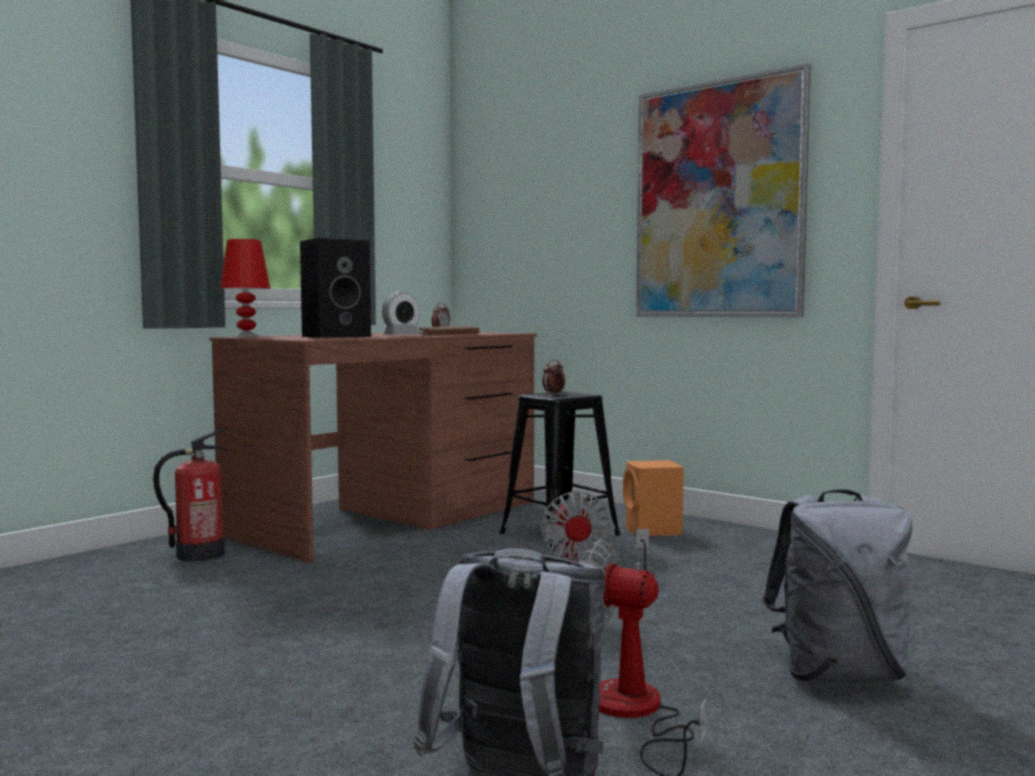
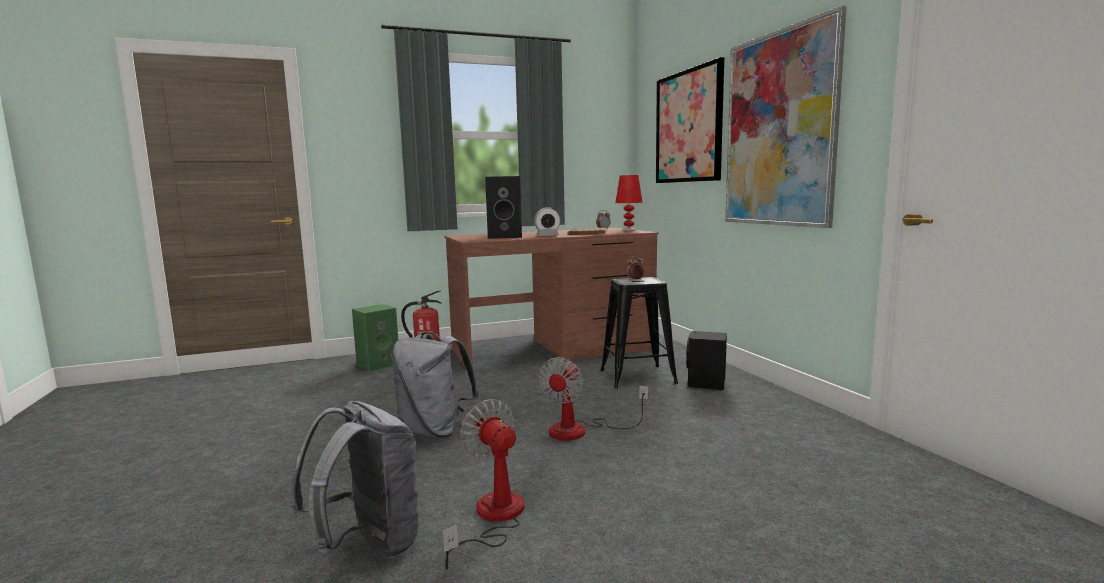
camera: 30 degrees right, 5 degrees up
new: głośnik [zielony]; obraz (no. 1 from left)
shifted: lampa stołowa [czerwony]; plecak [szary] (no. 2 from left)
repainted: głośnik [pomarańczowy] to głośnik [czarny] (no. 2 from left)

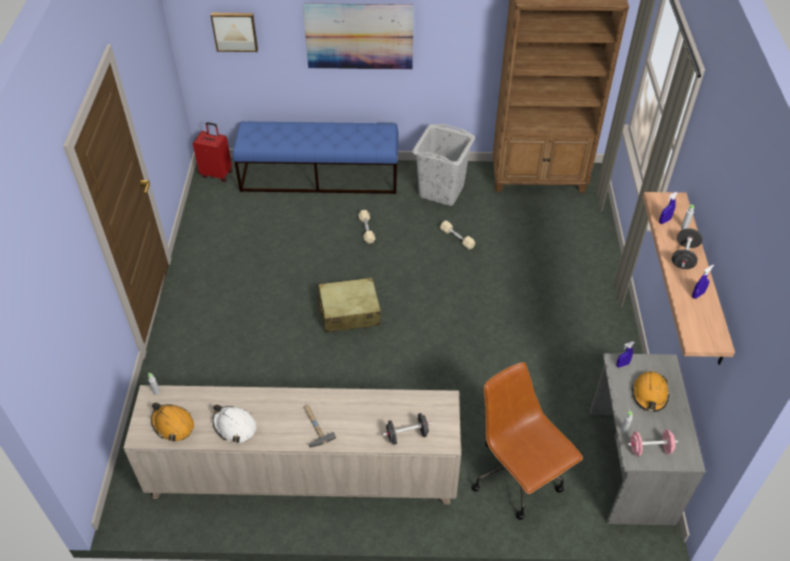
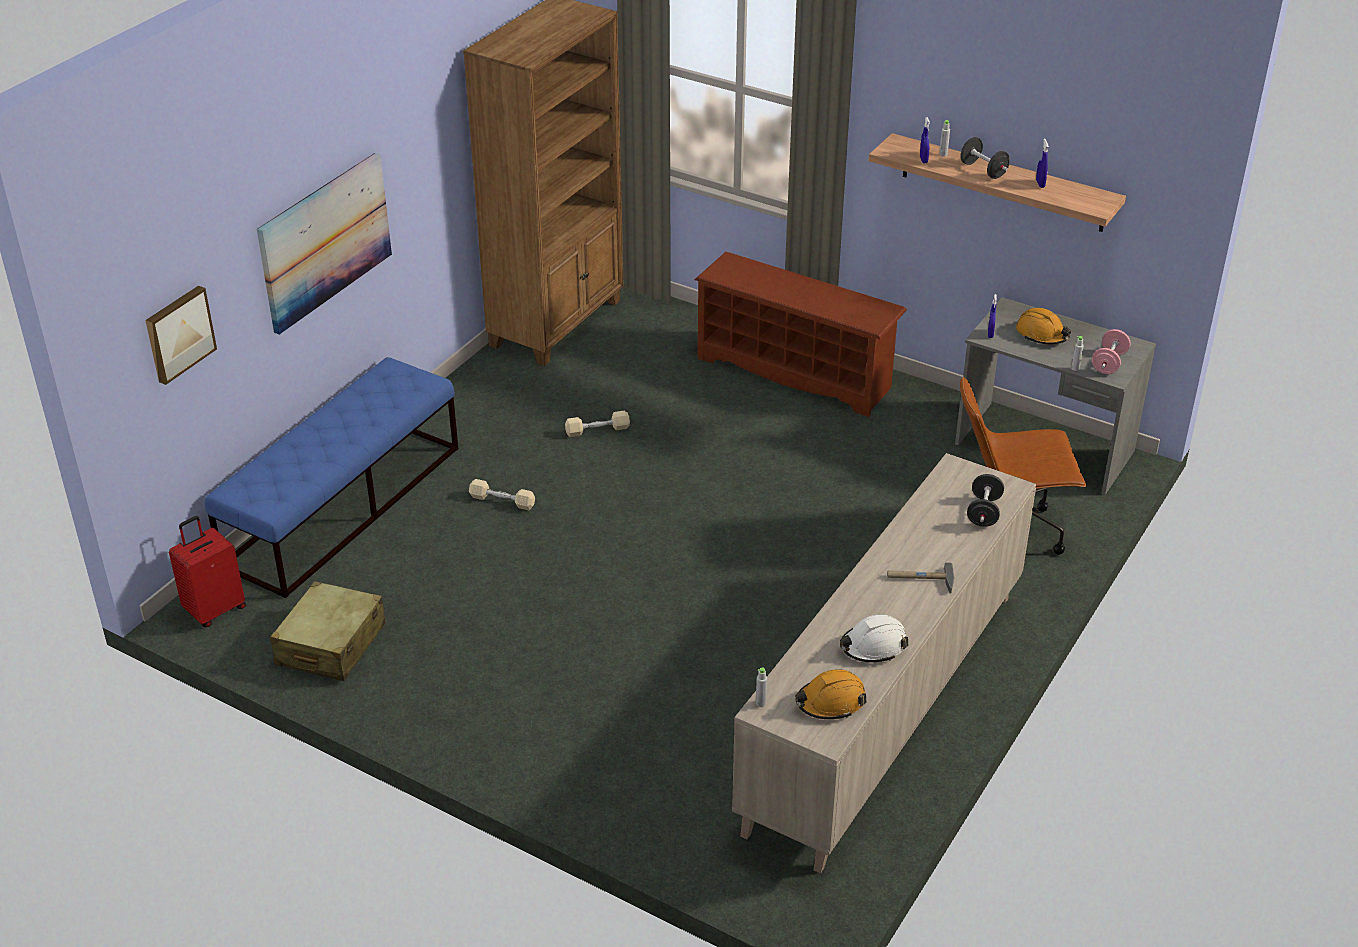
camera: 60 degrees left, 10 degrees down
gone: kosz na pranie [szary]
new: regał na buty [brązowy]
shifted: walizka [beżowy]

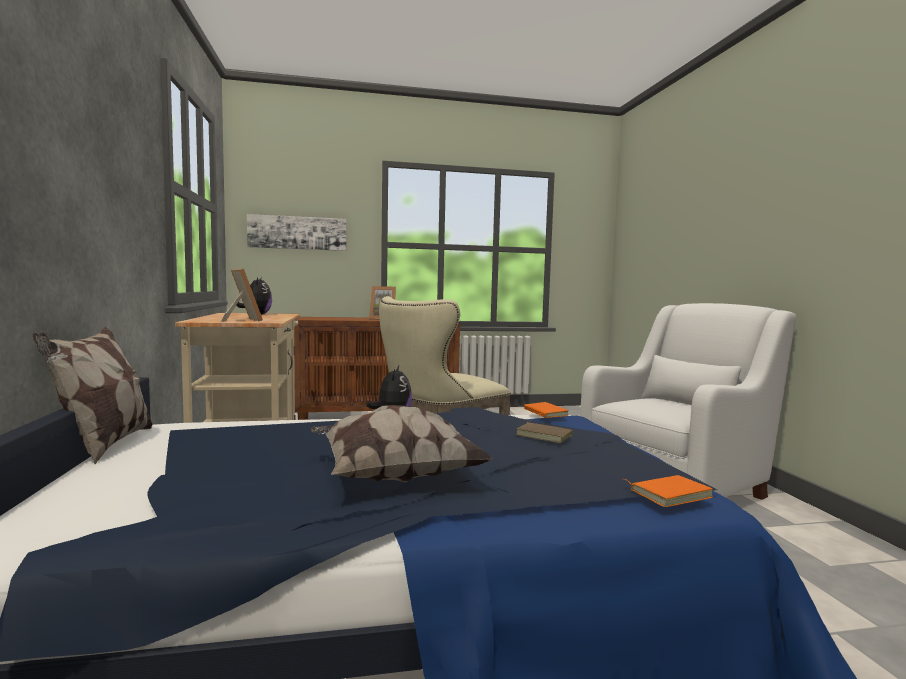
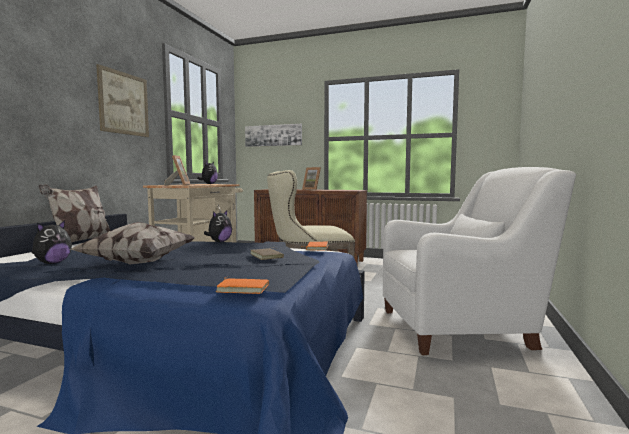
camera: 30 degrees right, 0 degrees up
new: pluszak (no. 1 from left); obraz (no. 1 from left)

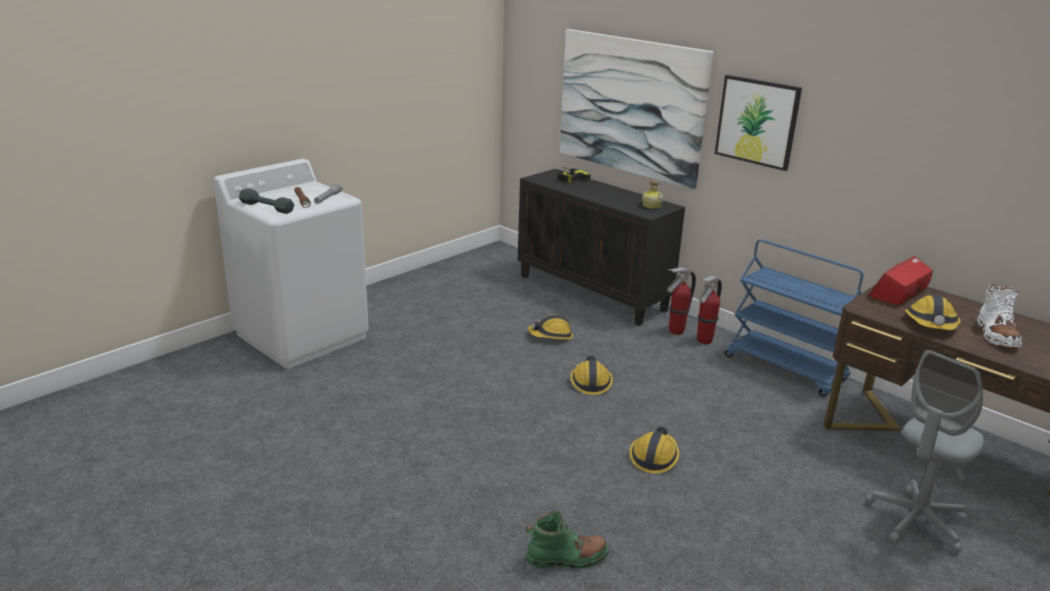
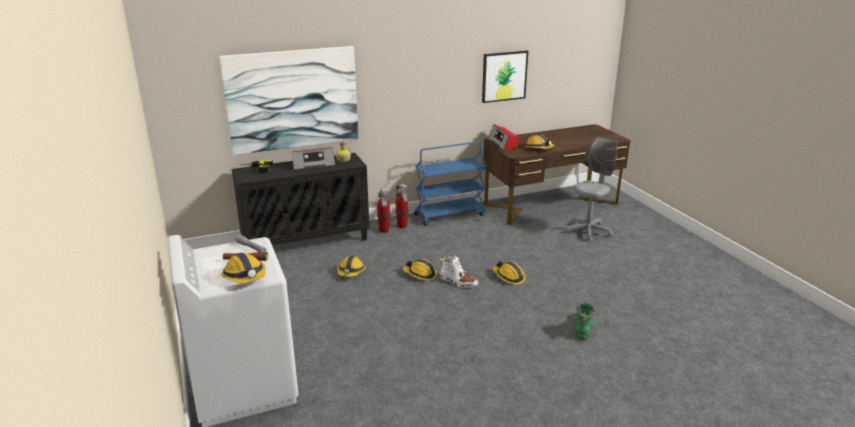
camera: 65 degrees left, 0 degrees up
new: radio (no. 1 from left)
shifted: obraz (no. 2 from left); but z cholewką [biały]
swapped: hantel [szary] to kask (no. 1 from left)
rotated: krzesło biurowe [szary] 120 degrees counterclockwise

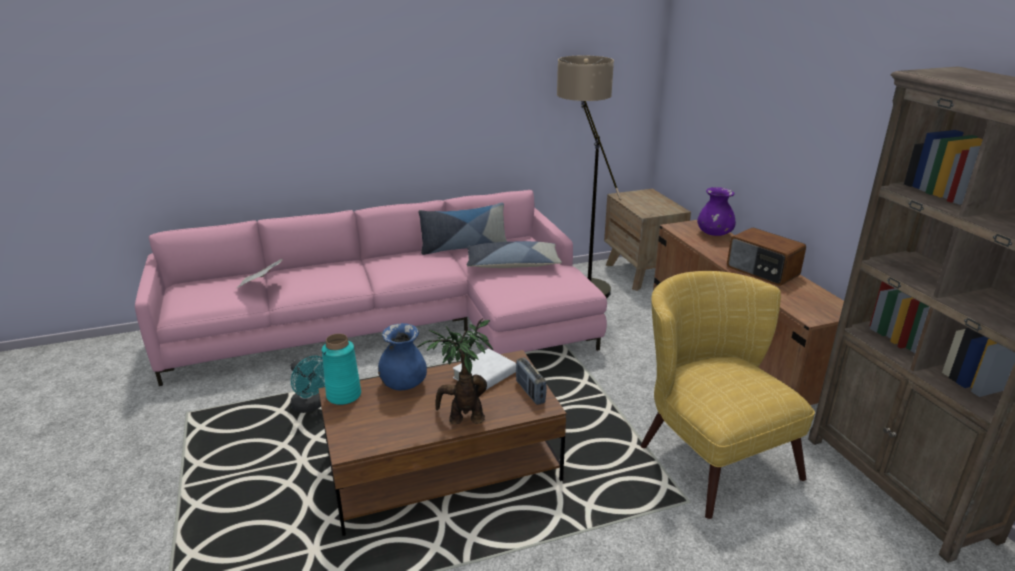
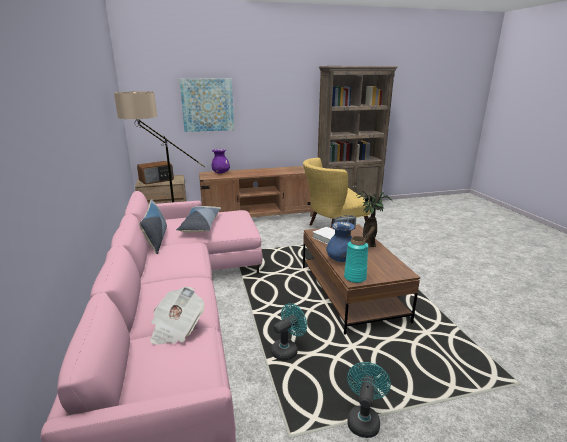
camera: 85 degrees left, 5 degrees down
new: obraz; wentylator [turkusowy] (no. 2 from left)
shifted: radio (no. 2 from left in the first image) to radio (no. 1 from left)

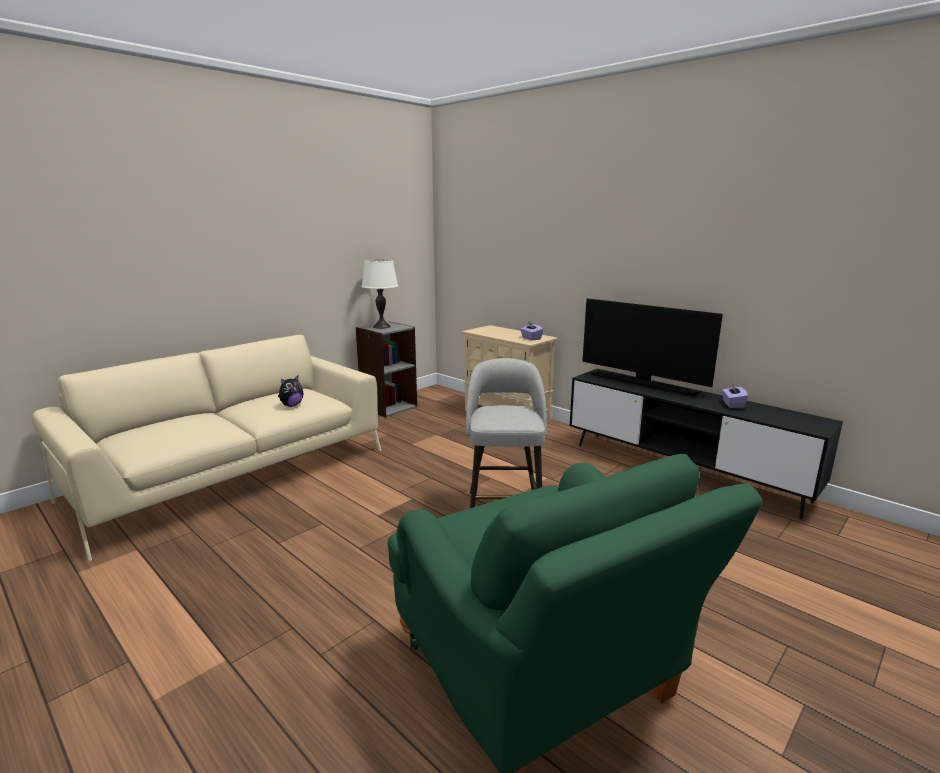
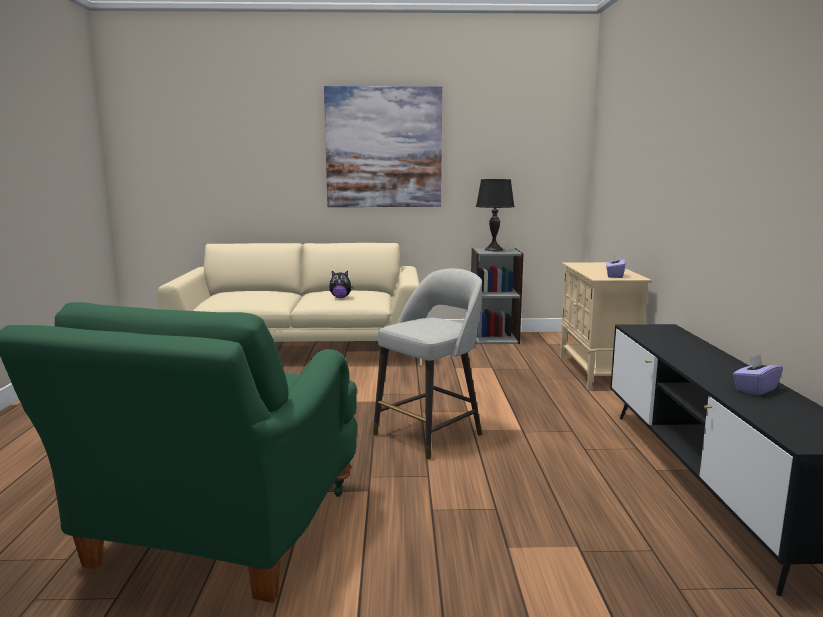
camera: 45 degrees right, 5 degrees down
gone: telewizor
new: obraz
repainted: lampa stołowa [biały] to lampa stołowa [czarny]

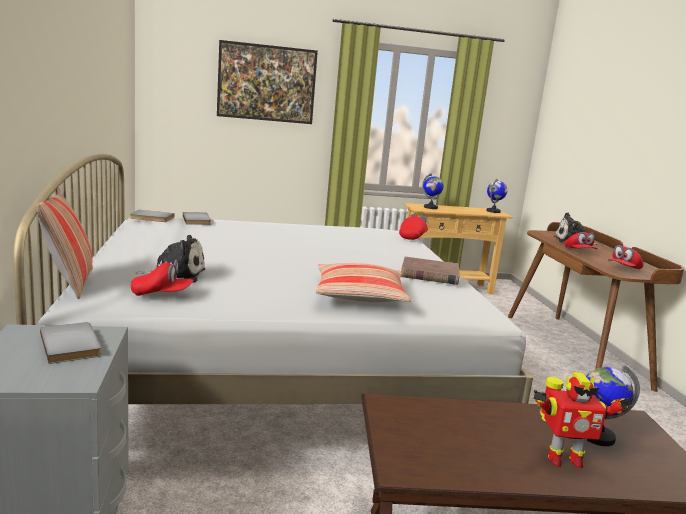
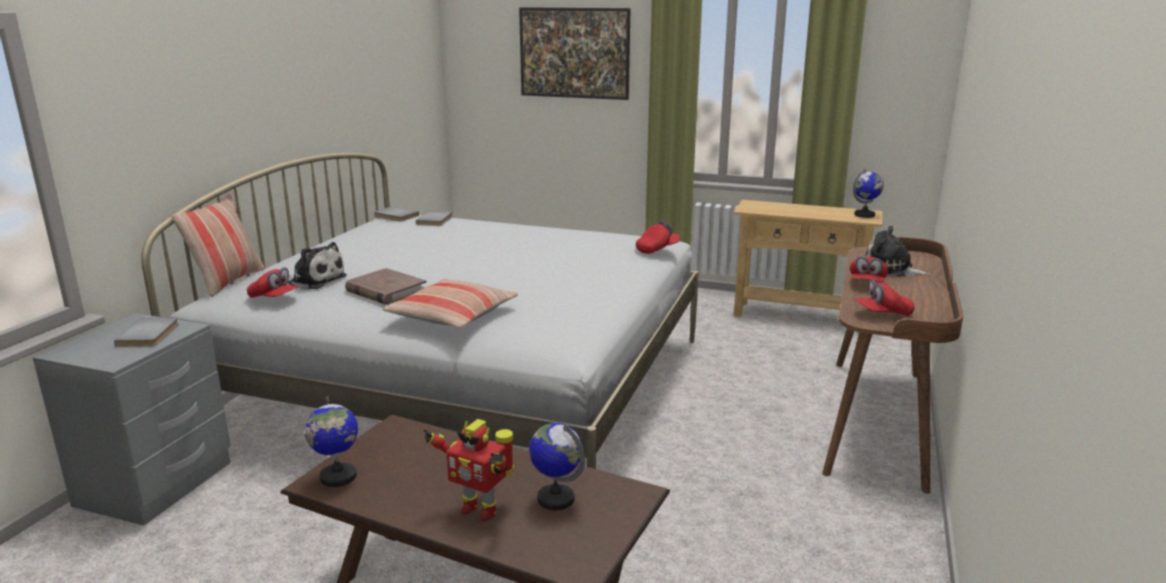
camera: 30 degrees right, 5 degrees up
shifted: książka [brązowy]; globus (no. 1 from left)

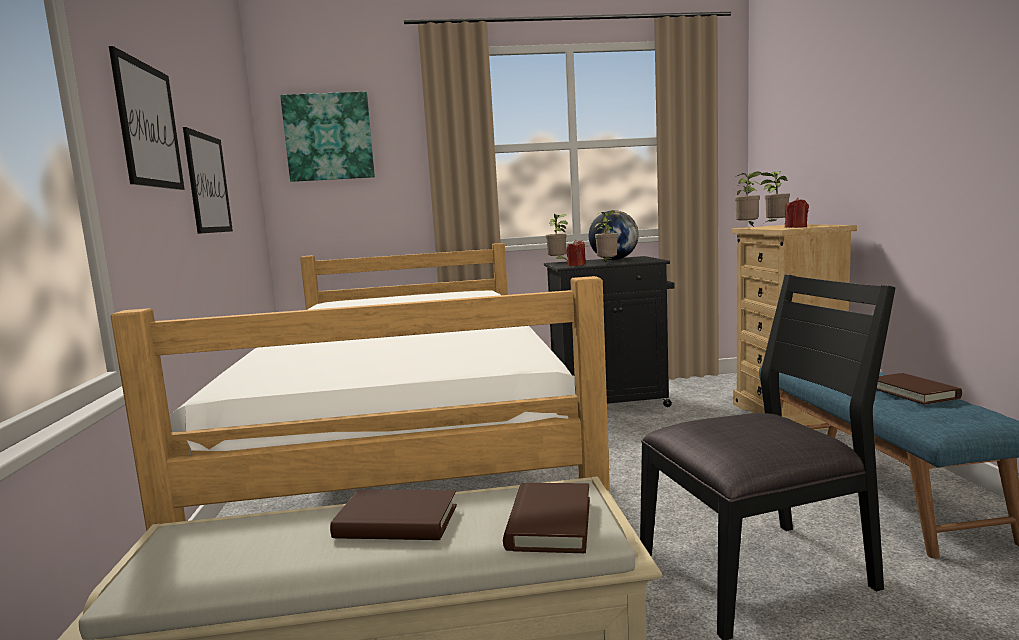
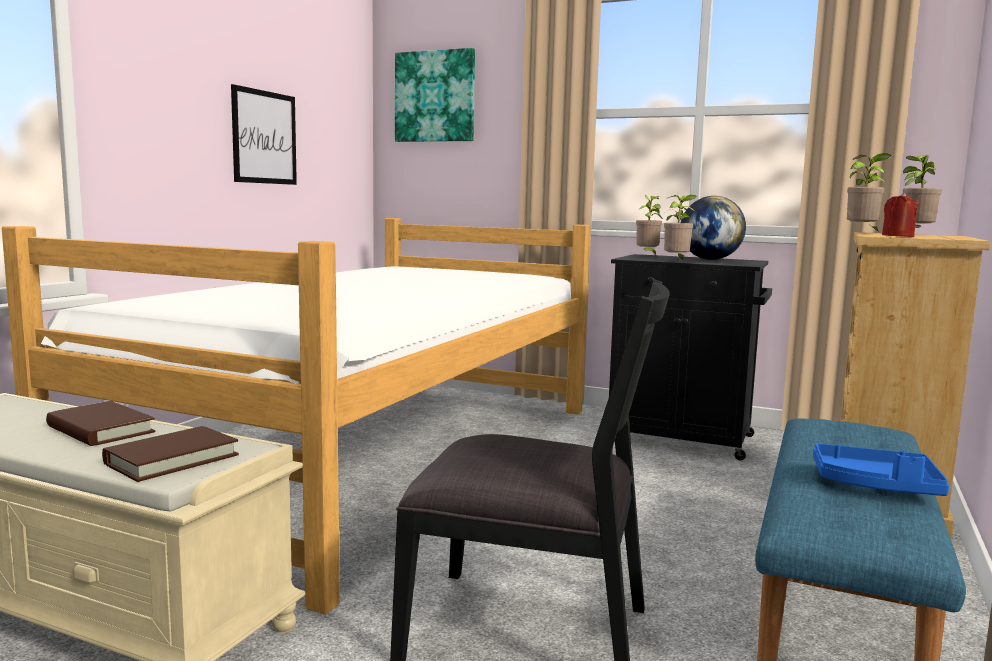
camera: 30 degrees right, 0 degrees up
gone: obraz (no. 1 from left); świeca [czerwony] (no. 1 from left)
swapped: książka [brązowy] (no. 3 from left) to taca [niebieski]

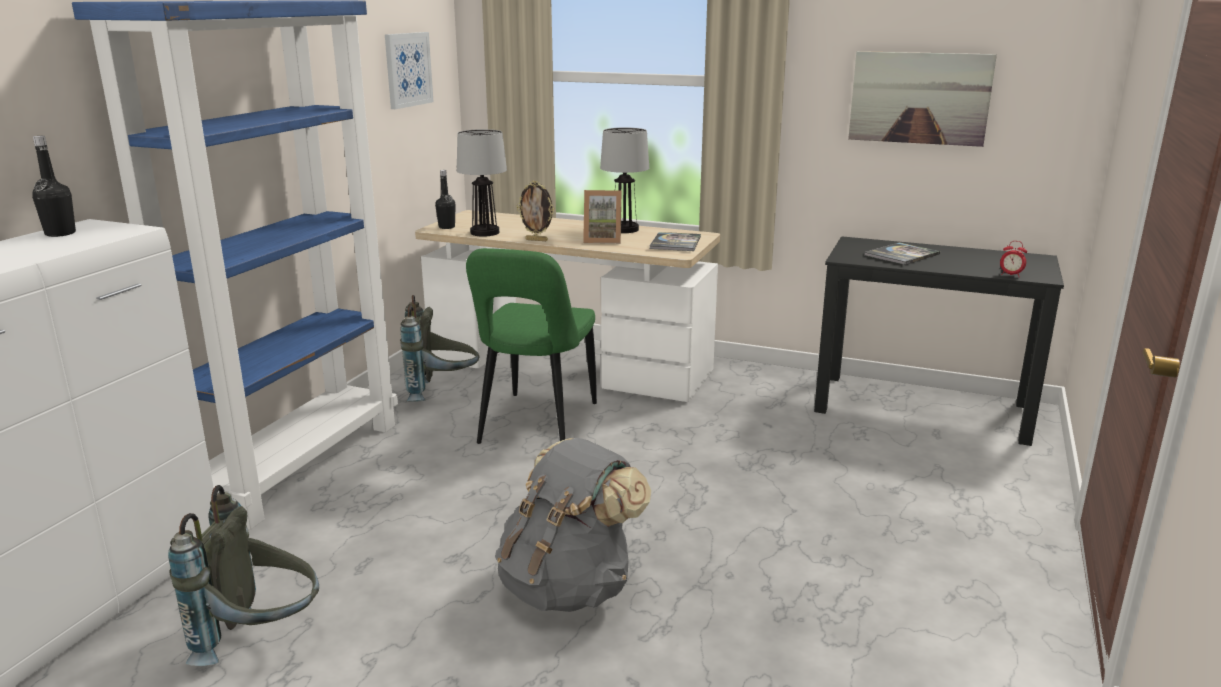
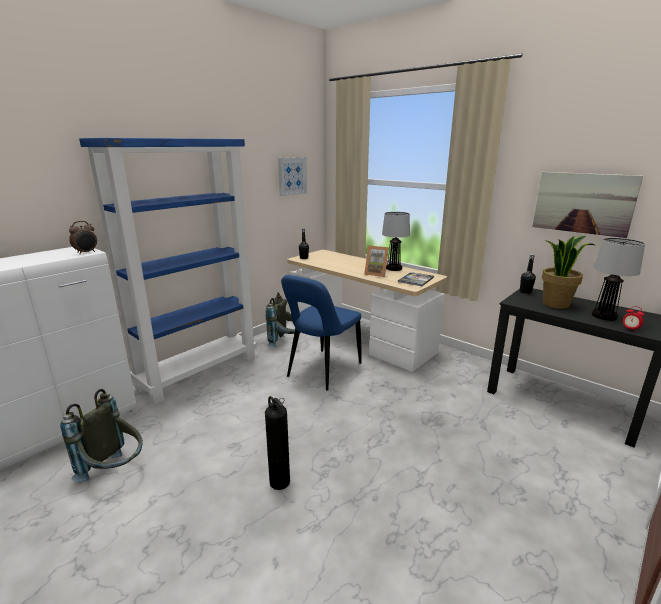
camera: 20 degrees right, 0 degrees up
gone: ramka na zdjęcie (no. 1 from left)
new: budzik (no. 1 from left)
shifted: butelka [czarny] (no. 1 from left in the first image) to butelka [czarny] (no. 2 from left); lampa stołowa (no. 1 from left in the first image) to lampa stołowa (no. 2 from left)
swapped: plecak [szary] (no. 3 from left) to gaśnica; książka (no. 2 from left) to roślina doniczkowa
repainted: krzesło [zielony] to krzesło [niebieski]

